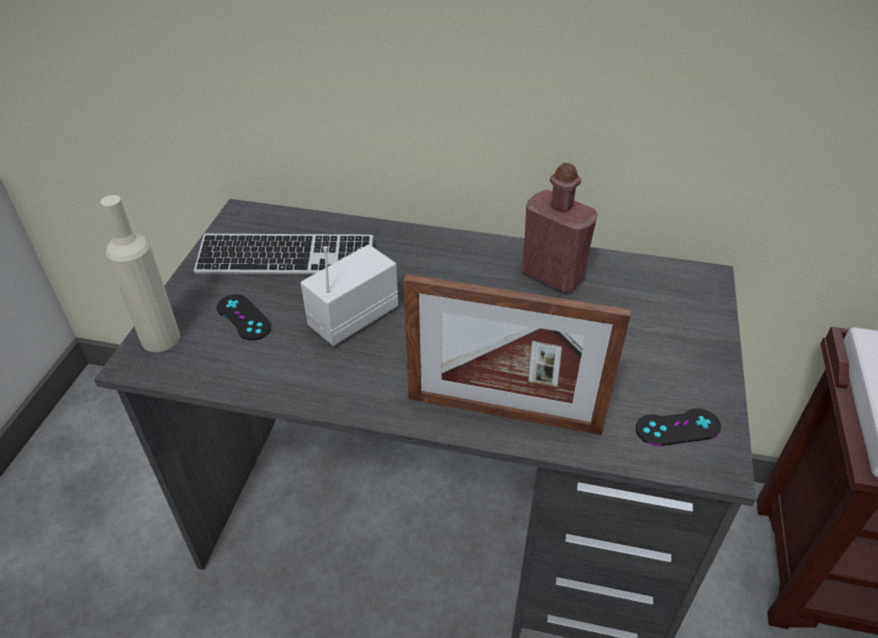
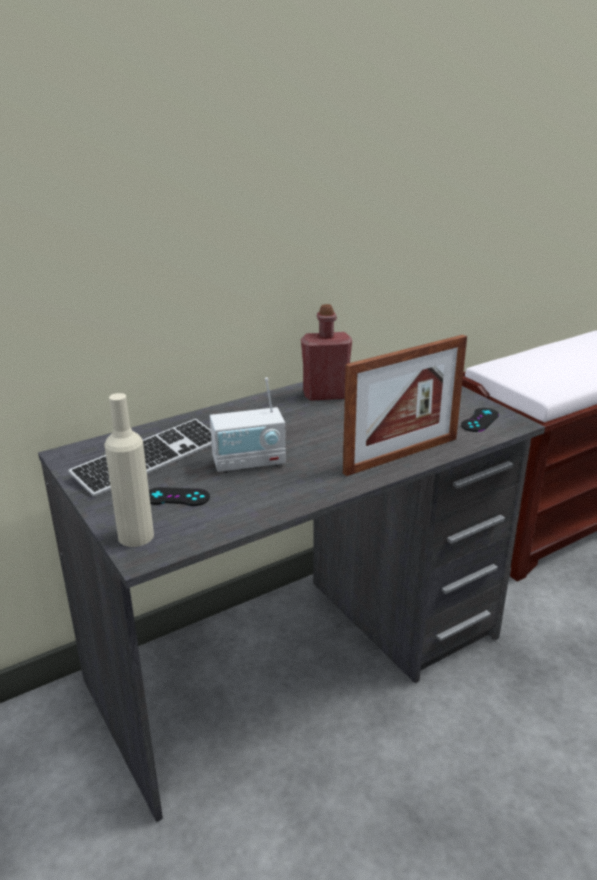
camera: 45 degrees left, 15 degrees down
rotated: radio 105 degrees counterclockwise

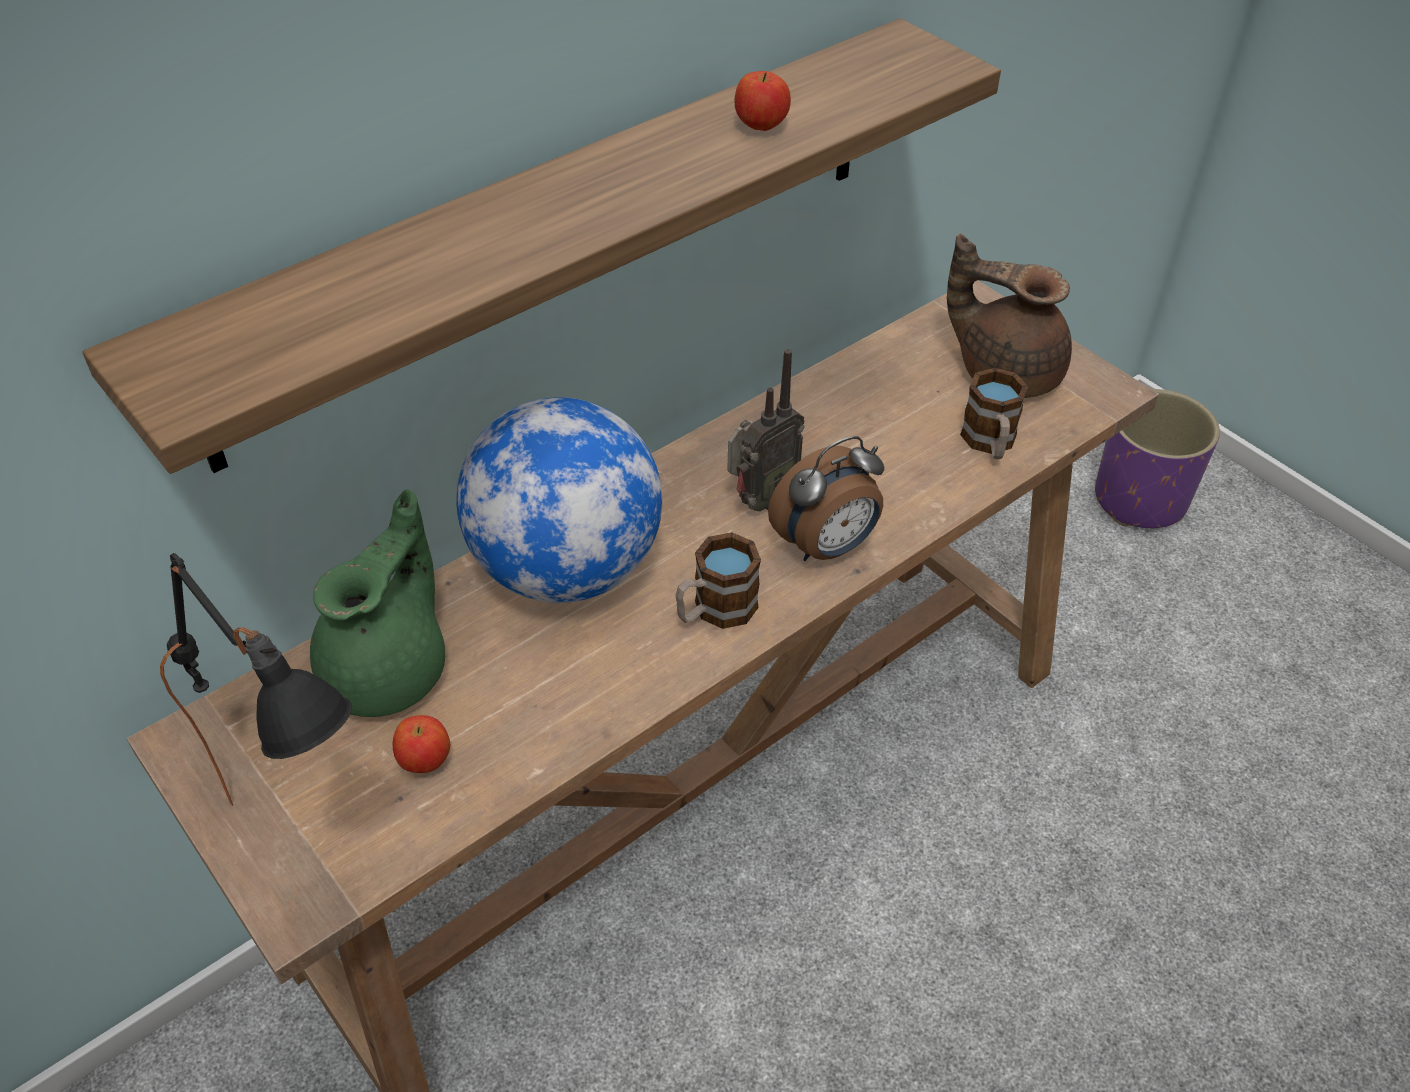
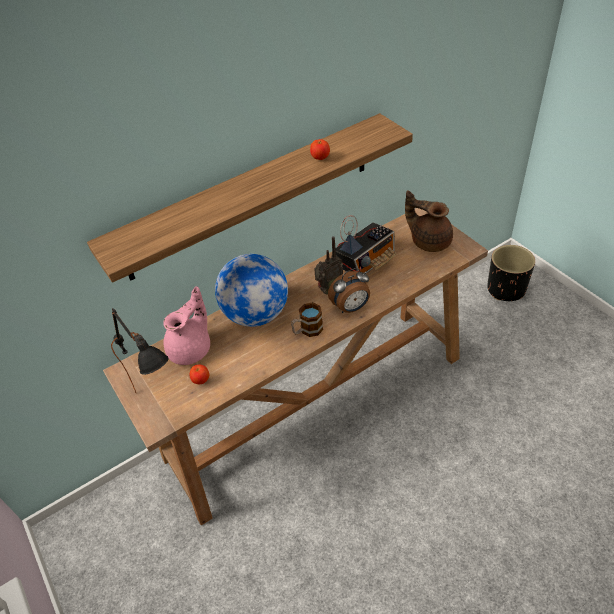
camera: 10 degrees right, 0 degrees up
gone: kubek (no. 2 from left)
new: radio (no. 2 from left)
repainted: imbryk [zielony] to imbryk [różowy]; donica [fioletowy] to donica [czarny]

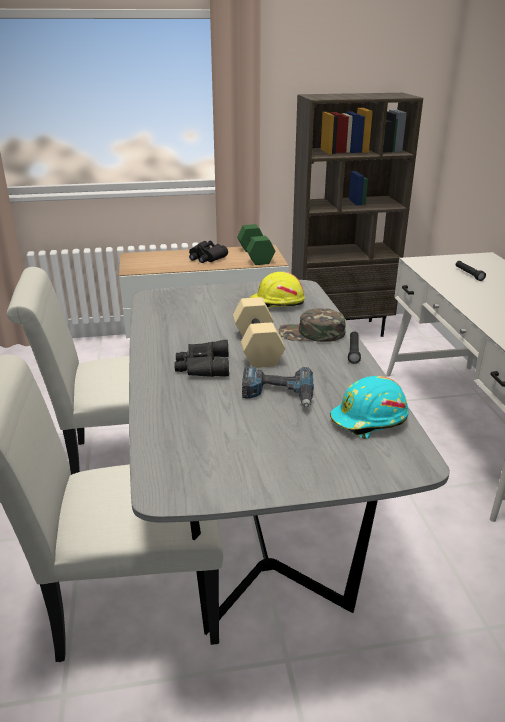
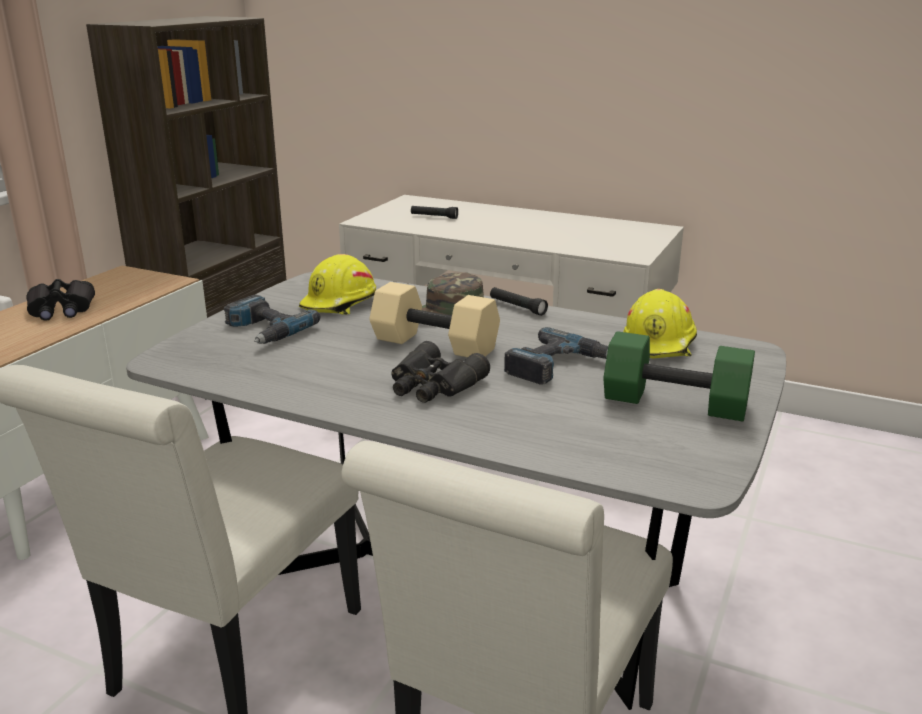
camera: 55 degrees left, 5 degrees down
new: wiertarka (no. 1 from left)
shifted: hantel [zielony]
repainted: kask [turkusowy] to kask [żółty] (no. 2 from left)

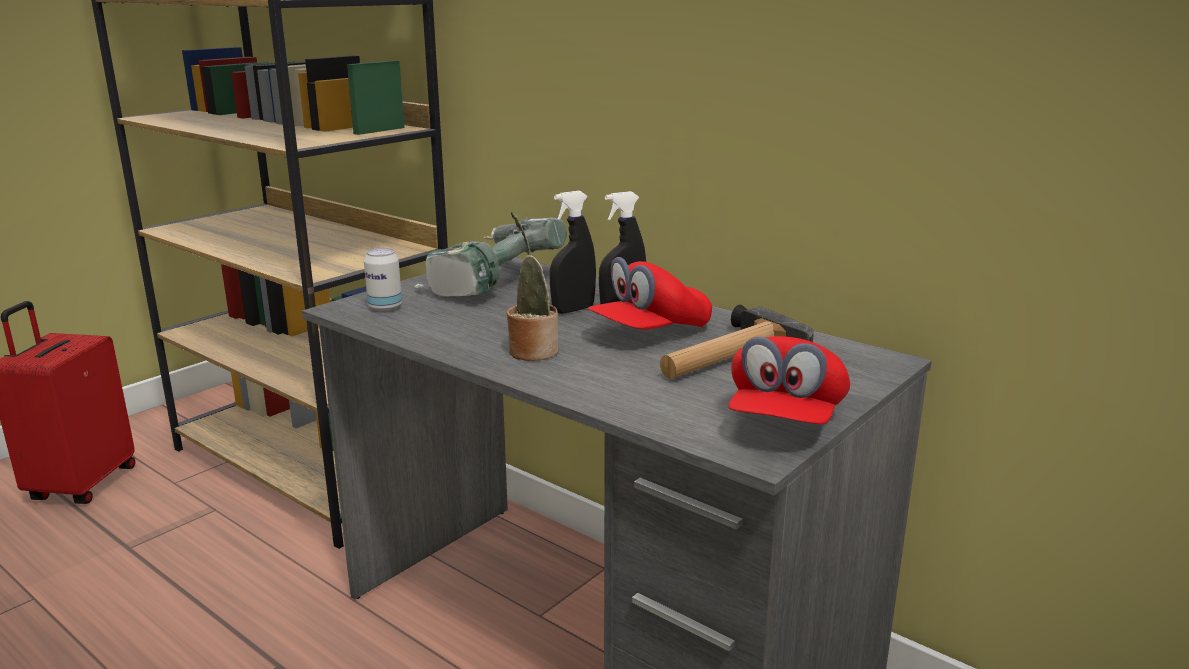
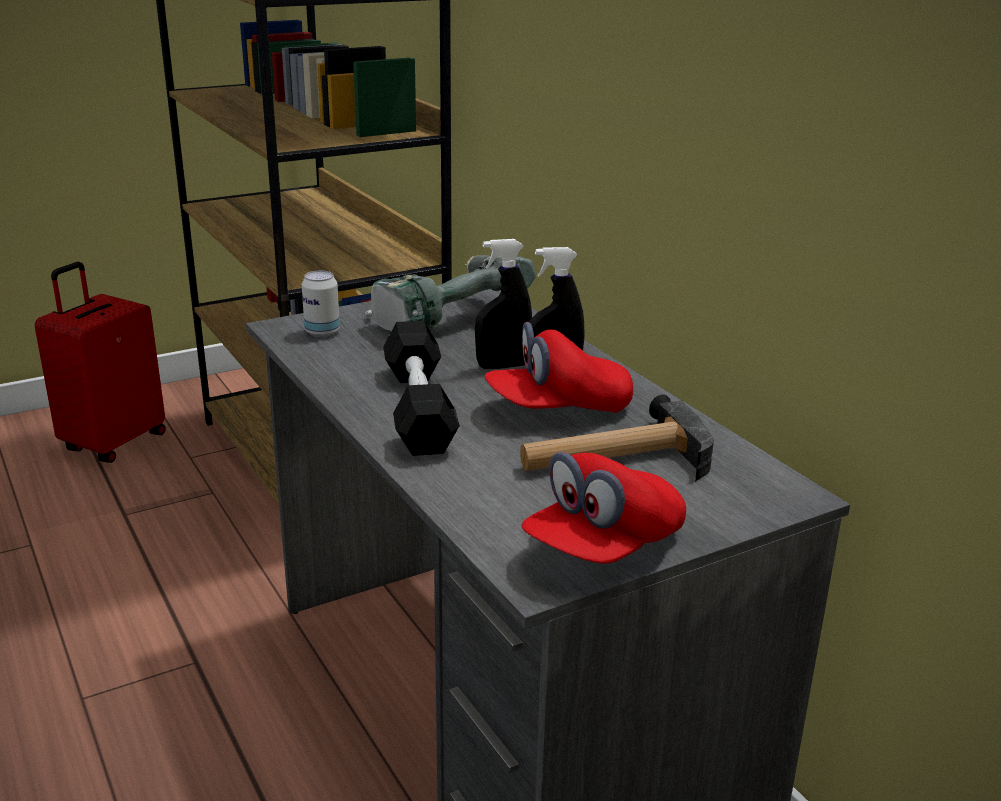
camera: 20 degrees right, 5 degrees up
swapped: roślina doniczkowa to hantel [czarny]

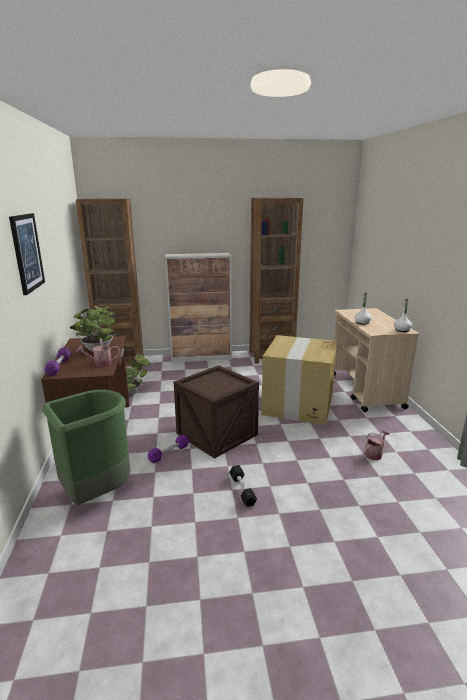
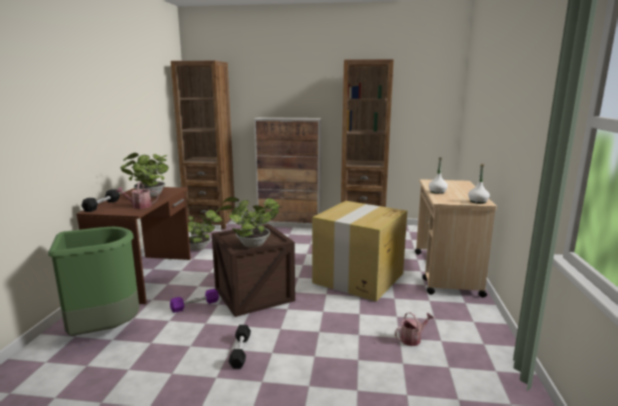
camera: 15 degrees right, 5 degrees down
gone: obraz
new: roślina doniczkowa (no. 3 from left)
repainted: hantel [fioletowy] (no. 1 from left) to hantel [czarny] (no. 1 from left)

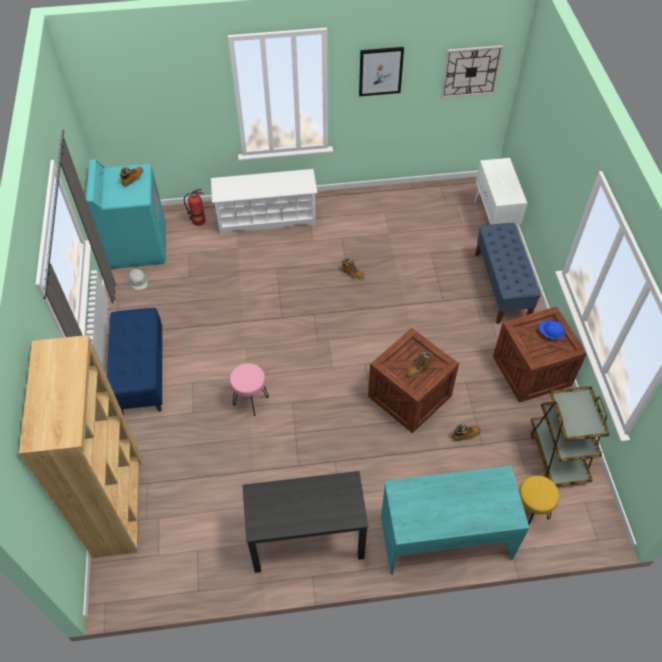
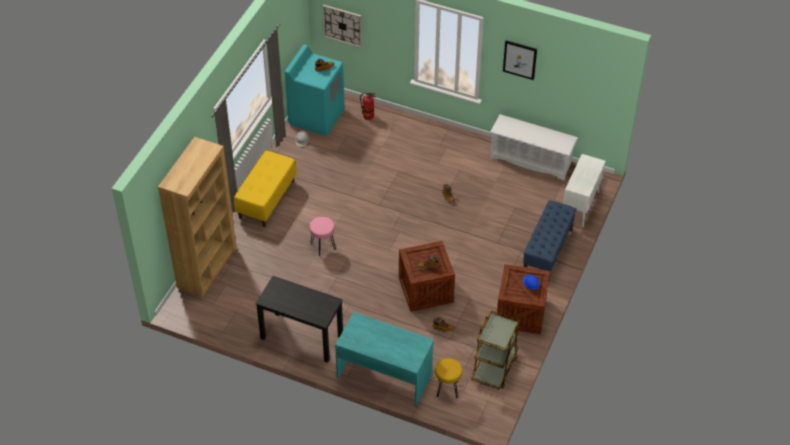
camera: 30 degrees right, 5 degrees down
shifted: regał na buty [biały]; zegar ścienny
repainted: ławka [niebieski] (no. 1 from left) to ławka [żółty]

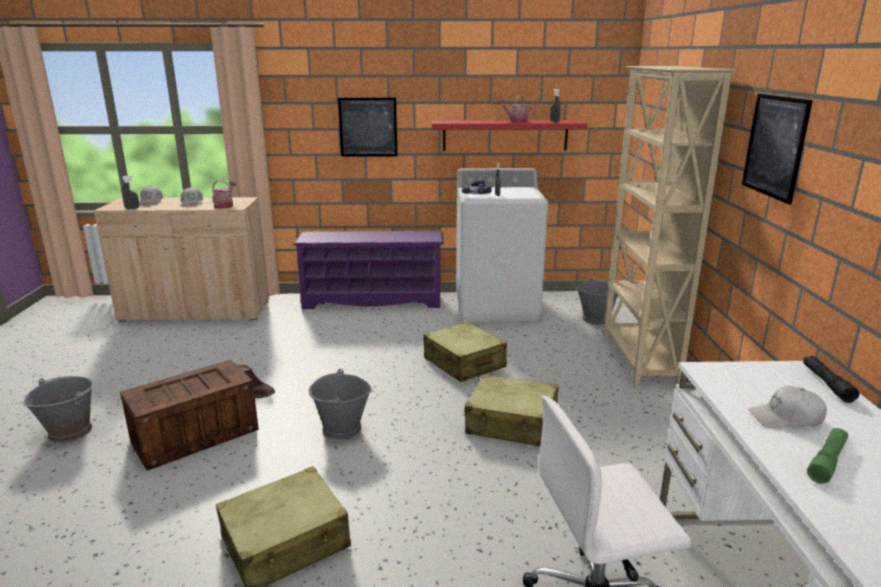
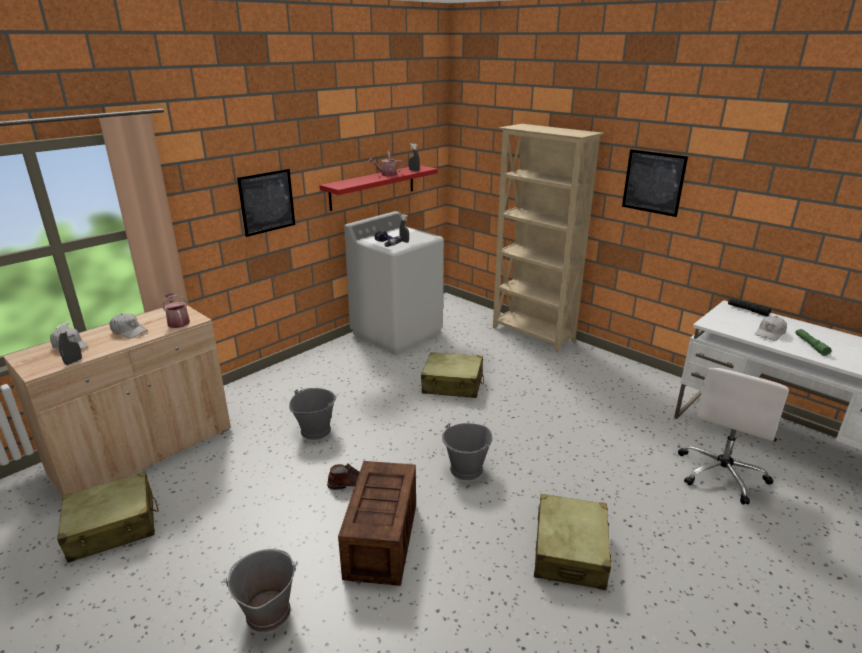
camera: 45 degrees left, 5 degrees up
gone: regał na buty [fioletowy]
shifted: walizka [beżowy] (no. 3 from left in the first image) to walizka [beżowy] (no. 1 from left); wiadro [szary] (no. 3 from left in the first image) to wiadro [szary] (no. 2 from left)

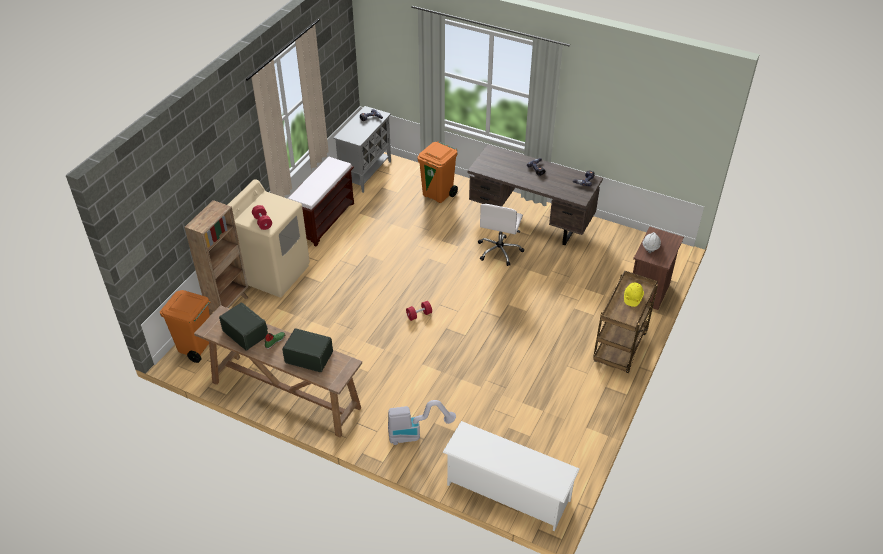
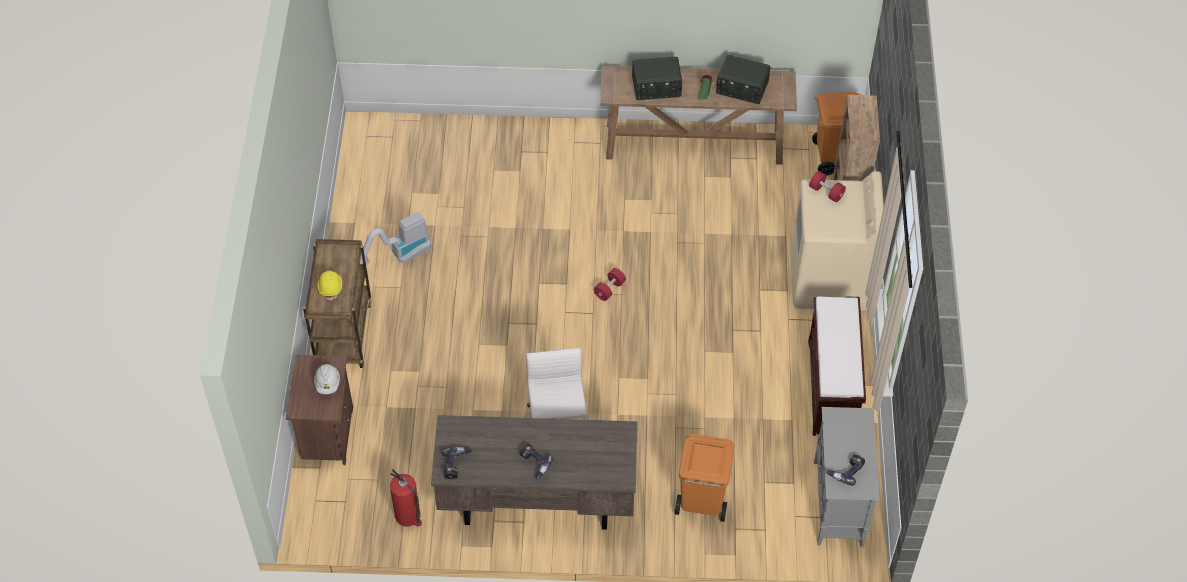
camera: 155 degrees right, 10 degrees up
gone: regał na buty [biały]
new: gaśnica
shifted: odkurzacz

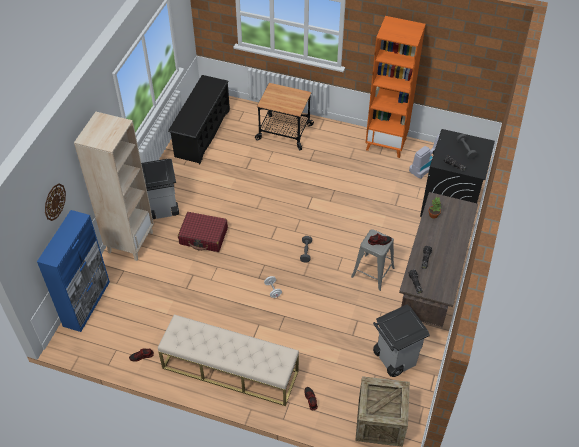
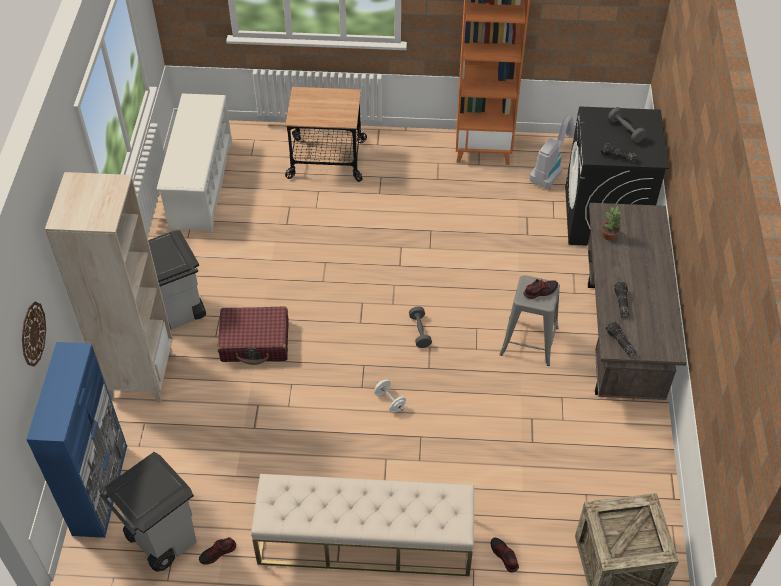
camera: 15 degrees left, 0 degrees up
shifted: kosz na śmieci [szary] (no. 2 from left in the first image) to kosz na śmieci [szary] (no. 1 from left)
repainted: regał na buty [czarny] to regał na buty [biały]

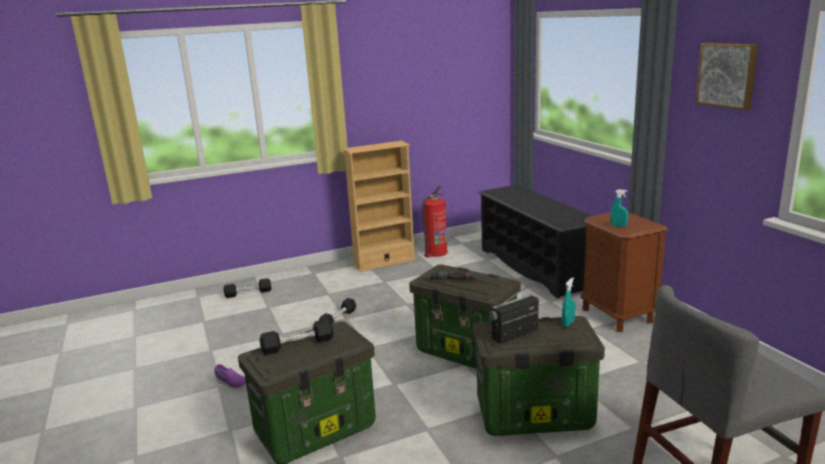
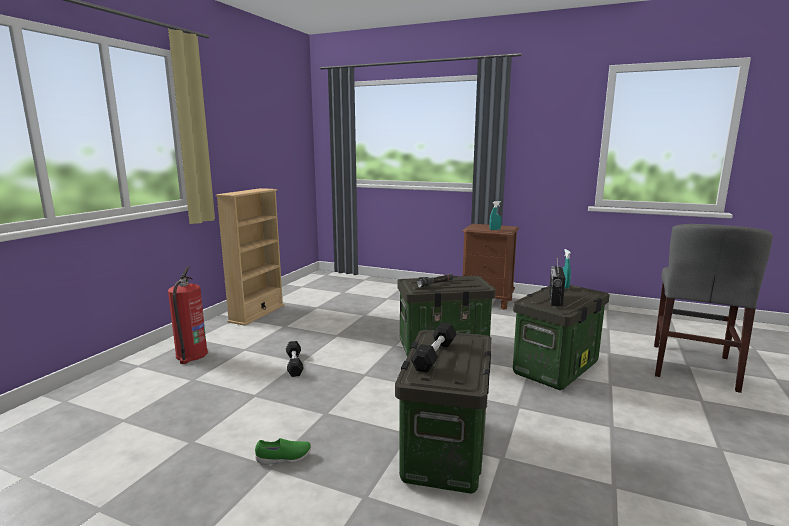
camera: 45 degrees left, 5 degrees down
gone: hantel [czarny] (no. 1 from left); regał na buty [czarny]; obraz
shifted: gaśnica
repainted: but [fioletowy] to but [zielony]

